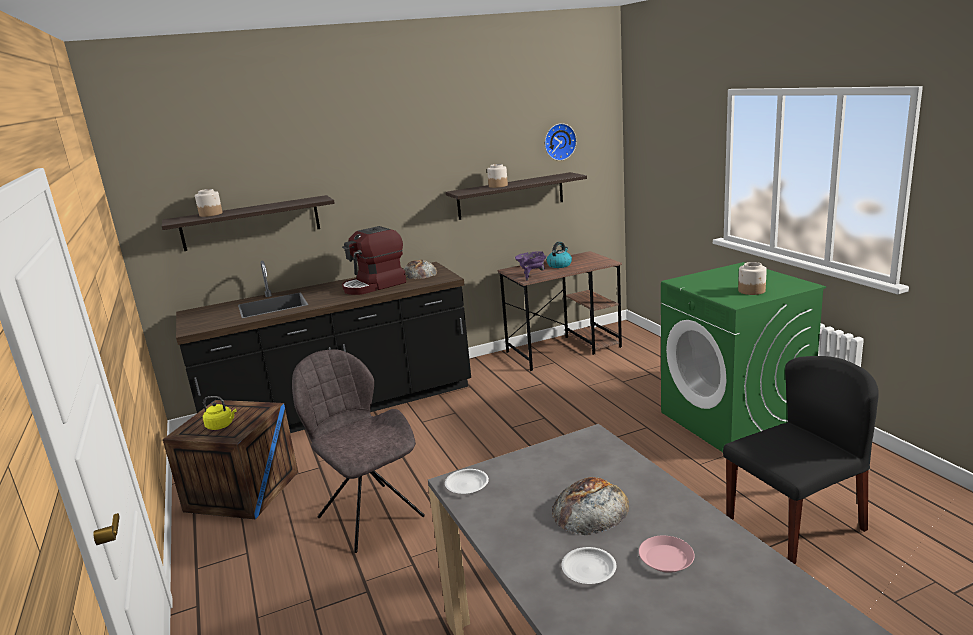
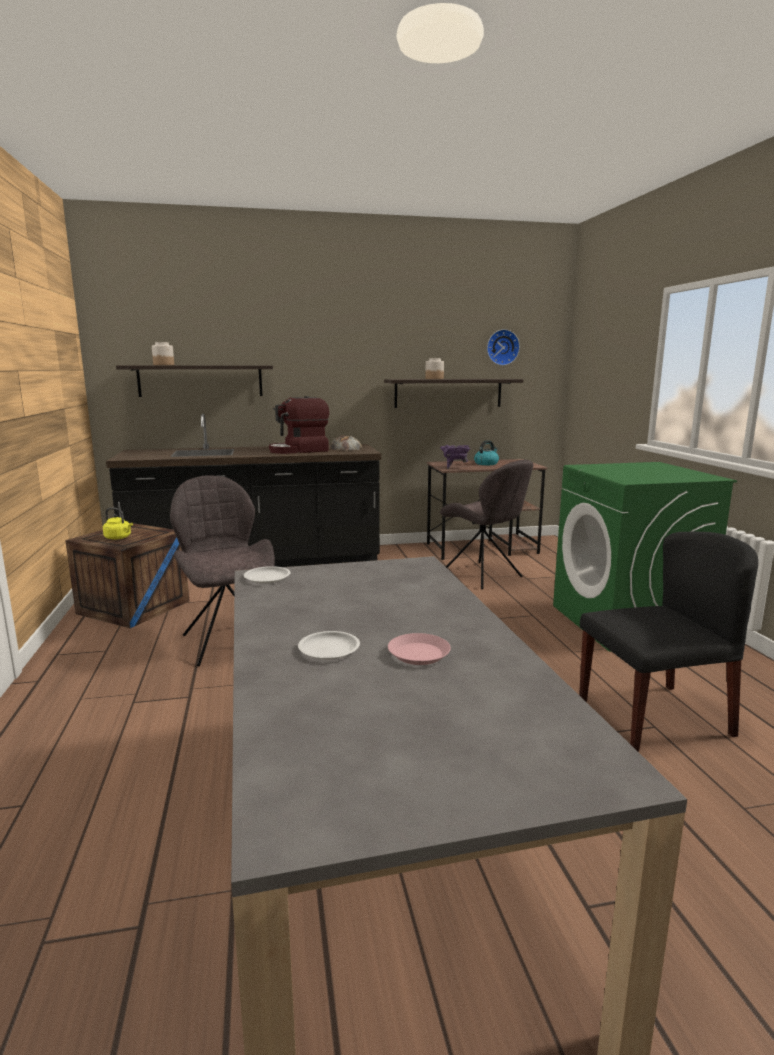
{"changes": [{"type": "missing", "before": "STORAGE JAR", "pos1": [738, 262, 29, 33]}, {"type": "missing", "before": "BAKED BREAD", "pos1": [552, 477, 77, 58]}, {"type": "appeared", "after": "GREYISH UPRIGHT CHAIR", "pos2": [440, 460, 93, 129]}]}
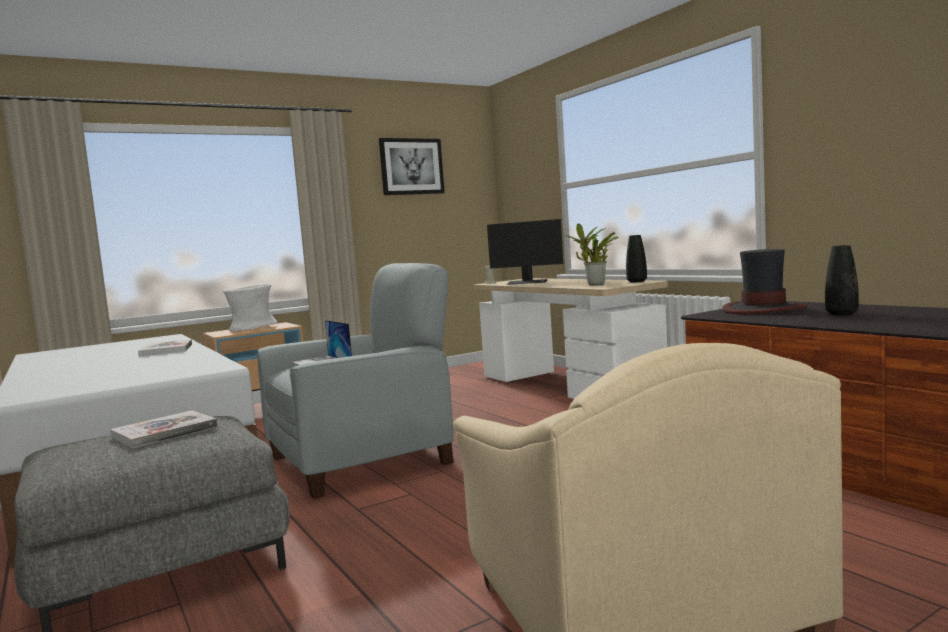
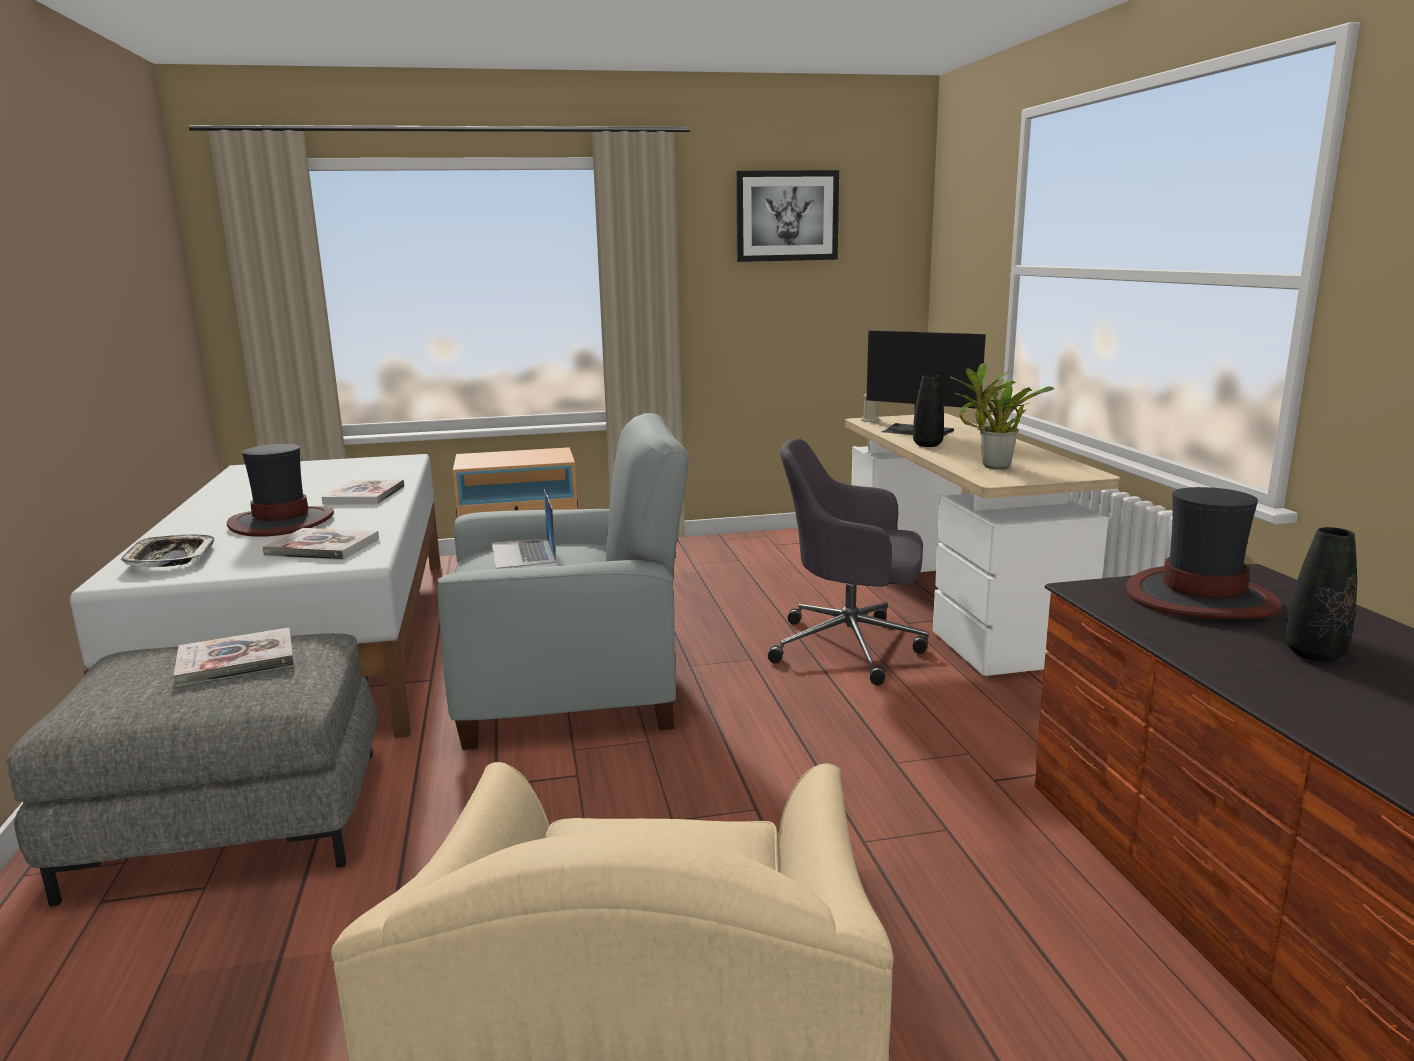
{"changes": [{"type": "relocated", "before": "BLACK DECORATIVE VASE", "pos1": [626, 235, 21, 48], "pos2": [913, 375, 31, 72]}, {"type": "missing", "before": "WHITE-COLOURED DECORATIVE VASE", "pos1": [223, 284, 55, 48]}, {"type": "appeared", "after": "GREYISH DESK CHAIR", "pos2": [768, 439, 161, 246]}, {"type": "appeared", "after": "CLOTHING HAT", "pos2": [227, 444, 107, 93]}, {"type": "appeared", "after": "BOOK", "pos2": [263, 528, 116, 32]}, {"type": "appeared", "after": "TRAY", "pos2": [121, 534, 94, 33]}]}
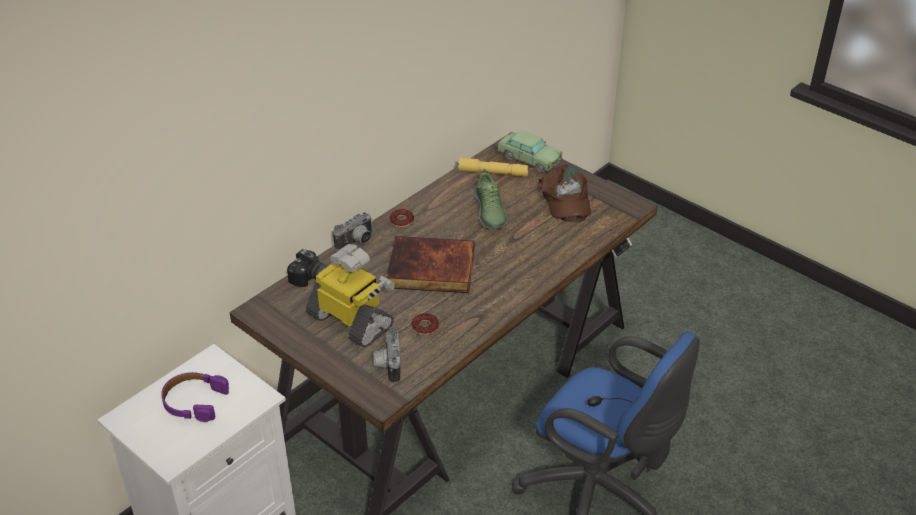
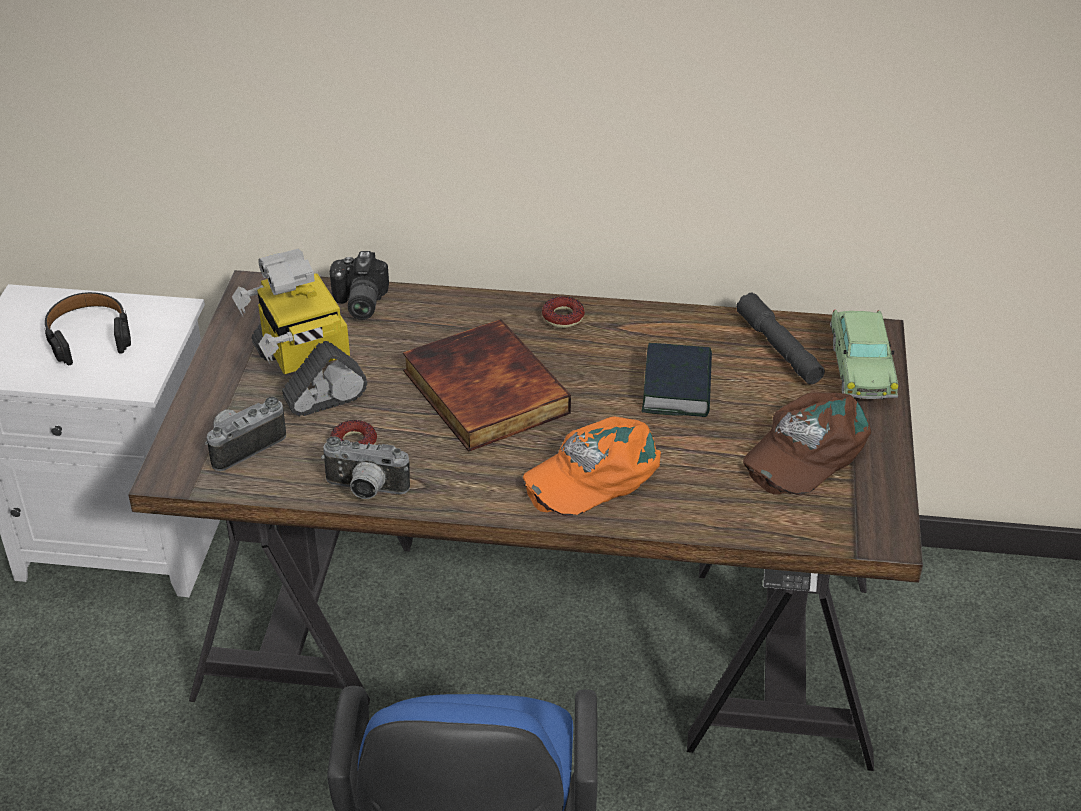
{"changes": [{"type": "colour", "before": "YELLOWISH HAND TORCH", "after": "GREYISH HAND TORCH", "pos1": [458, 157, 70, 20], "pos2": [736, 293, 89, 91]}, {"type": "exchanged", "before": "ITEM OF FOOTWEAR", "after": "BOOK", "pos1": [474, 169, 34, 60], "pos2": [641, 343, 71, 74]}, {"type": "relocated", "before": "PHOTO CAMERA", "pos1": [333, 212, 39, 39], "pos2": [321, 436, 89, 63]}, {"type": "spun", "before": "MODEL ROBOT", "pos1": [306, 244, 89, 103], "pos2": [232, 249, 135, 167], "turn": 150}, {"type": "colour", "before": "PURPLISH HEADSET", "after": "BLACK HEADSET", "pos1": [161, 372, 68, 50], "pos2": [45, 292, 86, 74]}, {"type": "appeared", "after": "ORANGEY PEAKED CAP", "pos2": [523, 416, 138, 100]}]}
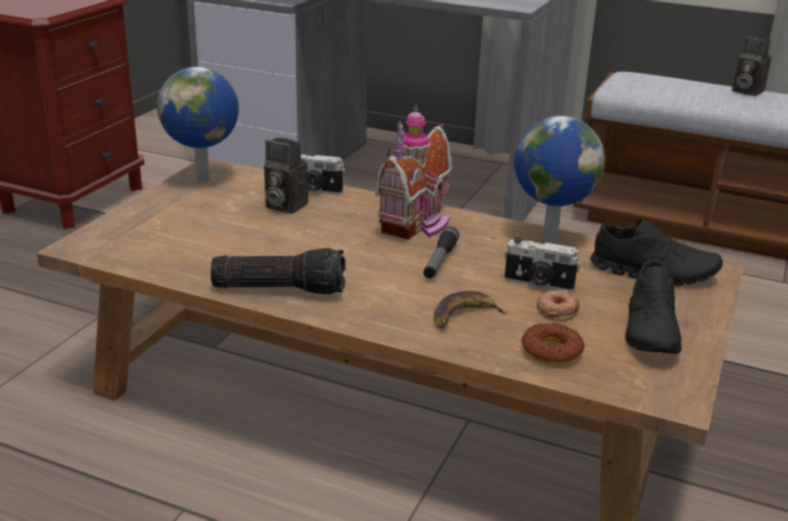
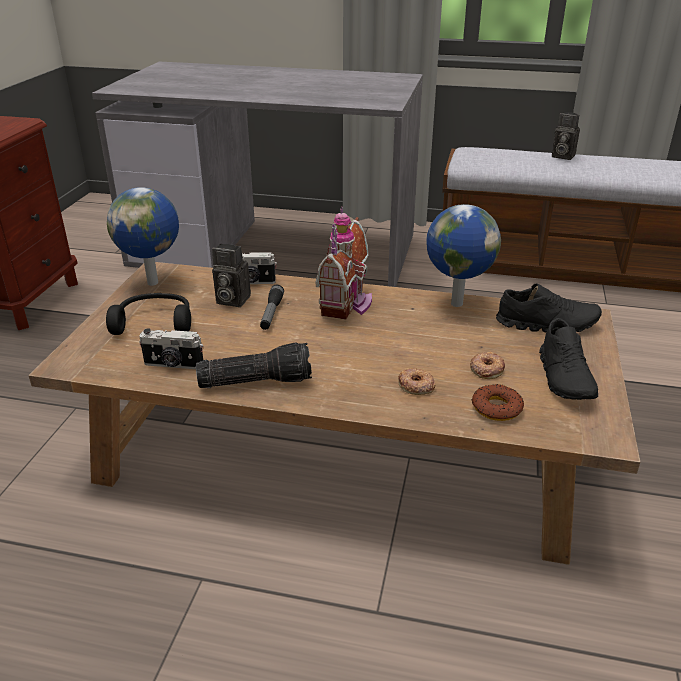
{"changes": [{"type": "relocated", "before": "HAND TORCH", "pos1": [423, 227, 36, 52], "pos2": [260, 285, 24, 45]}, {"type": "relocated", "before": "PHOTO CAMERA", "pos1": [504, 237, 77, 55], "pos2": [139, 328, 64, 41]}, {"type": "exchanged", "before": "BANANA FRUIT", "after": "DOUGHNUT", "pos1": [433, 291, 75, 37], "pos2": [398, 368, 38, 27]}, {"type": "appeared", "after": "BLACK HEADSET", "pos2": [106, 293, 85, 42]}]}
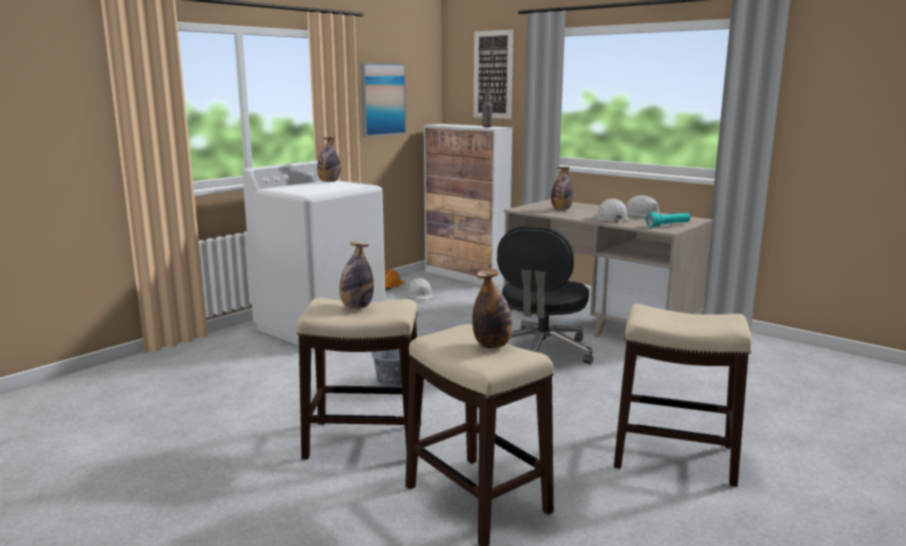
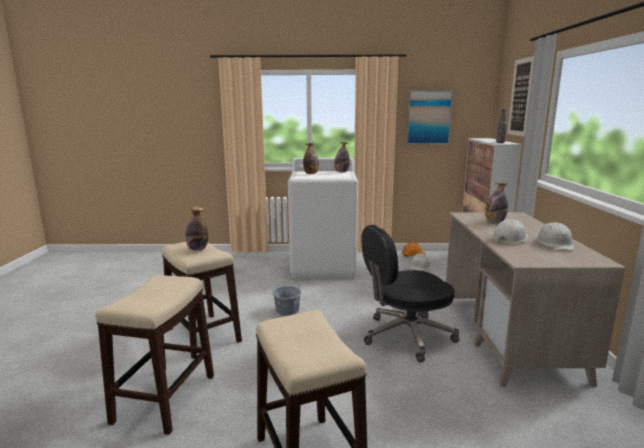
{"changes": [{"type": "missing", "before": "TURQUOISE-COLOURED HAND TORCH", "pos1": [646, 213, 44, 14]}, {"type": "relocated", "before": "DRINK BOTTLE", "pos1": [472, 269, 40, 79], "pos2": [303, 143, 16, 31]}]}
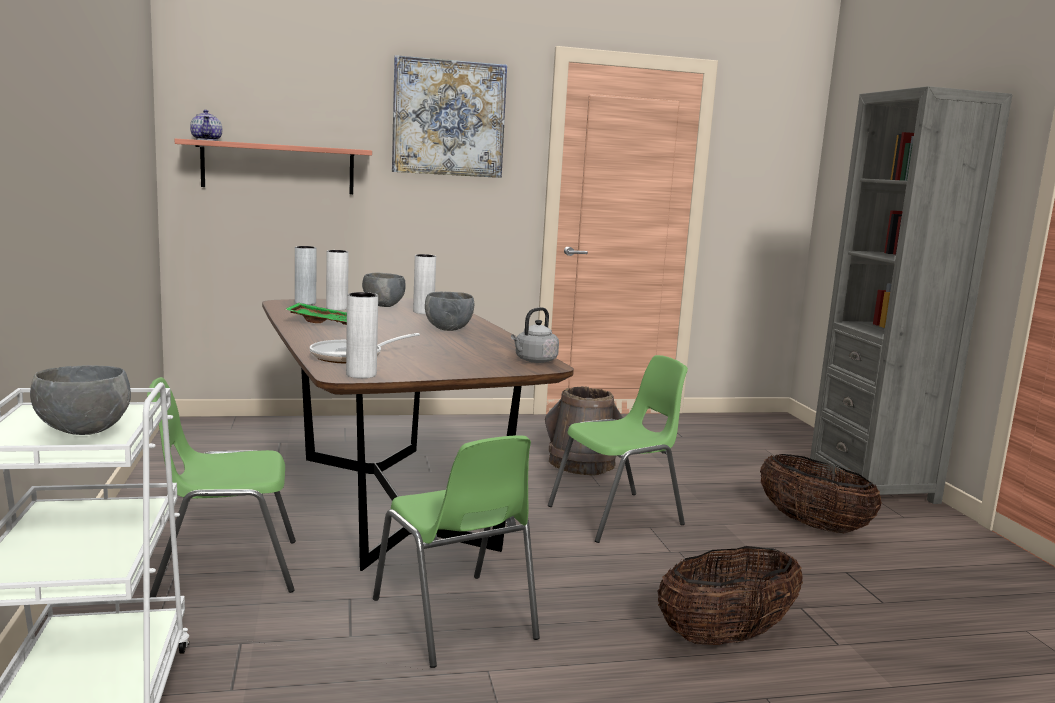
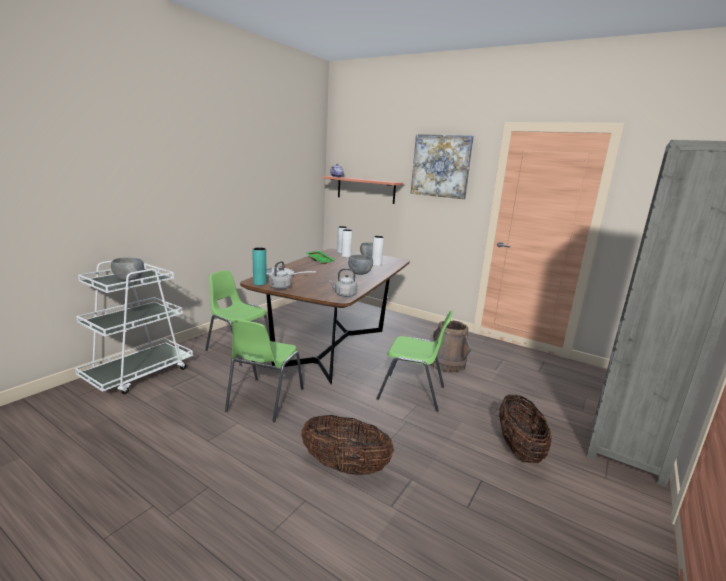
{"changes": [{"type": "colour", "before": "WHITE-COLOURED DECORATIVE VASE", "after": "TURQUOISE-COLOURED DECORATIVE VASE", "pos1": [346, 292, 32, 86], "pos2": [252, 247, 15, 38]}, {"type": "appeared", "after": "GREYISH KETTLE", "pos2": [269, 261, 22, 28]}]}
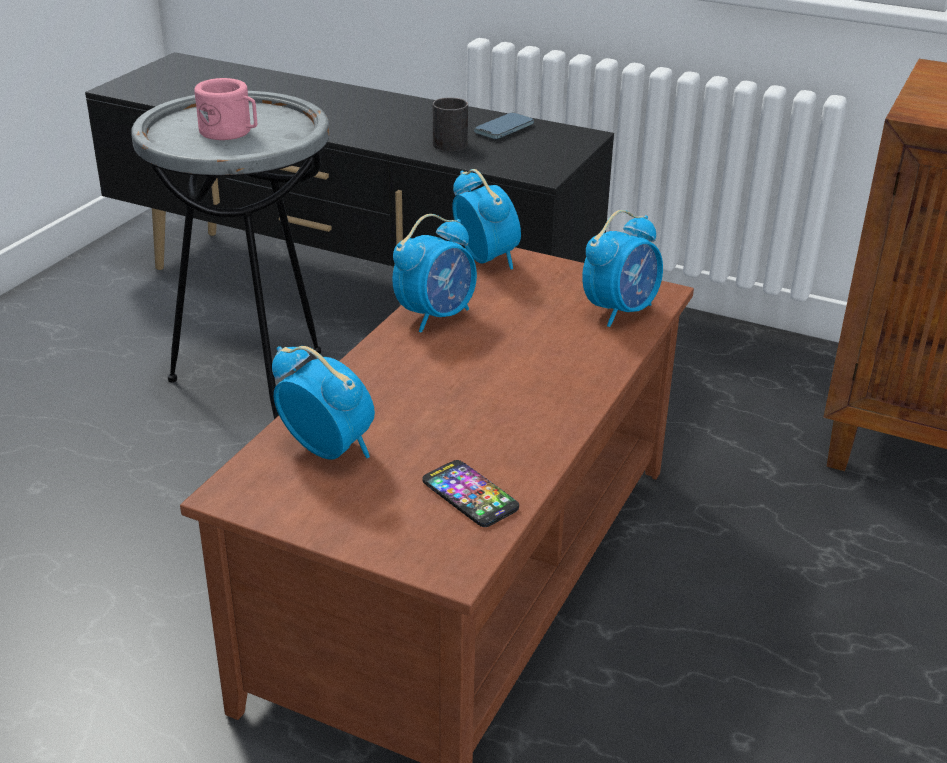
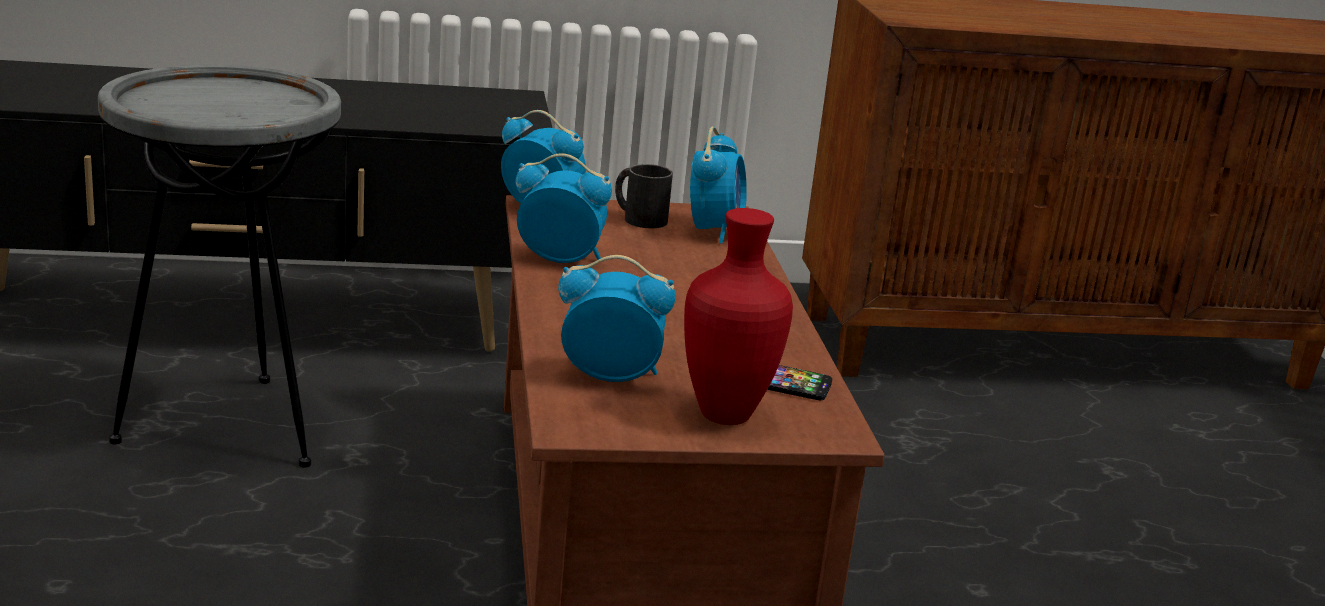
{"changes": [{"type": "missing", "before": "PINK TEA MUG", "pos1": [194, 78, 63, 62]}, {"type": "relocated", "before": "BLACK TEA MUG", "pos1": [433, 98, 35, 53], "pos2": [615, 164, 58, 64]}, {"type": "missing", "before": "TELEPHONE", "pos1": [474, 113, 60, 26]}, {"type": "spun", "before": "ALARM CLOCK", "pos1": [392, 214, 85, 119], "pos2": [516, 153, 96, 110], "turn": -90}, {"type": "appeared", "after": "RED DECORATIVE VASE", "pos2": [684, 208, 109, 217]}]}
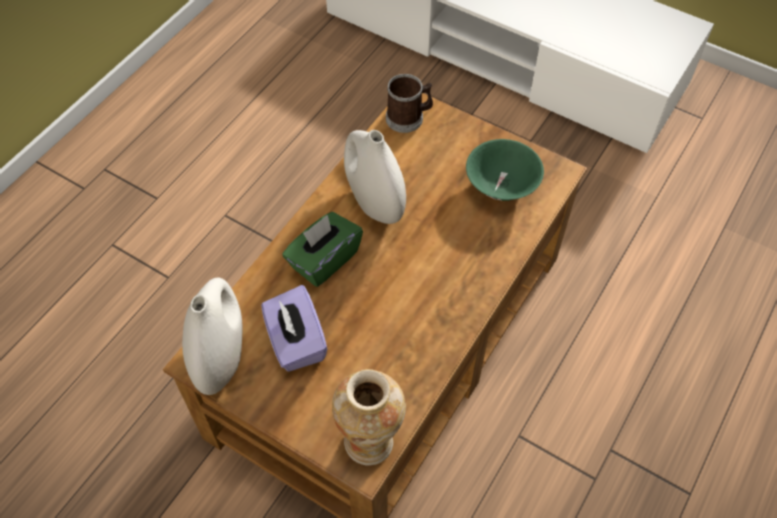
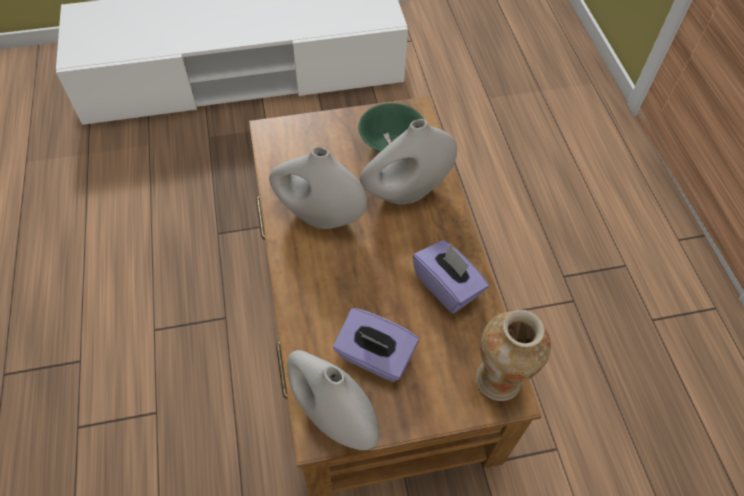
{"changes": [{"type": "missing", "before": "TEA MUG", "pos1": [386, 74, 47, 59]}, {"type": "missing", "before": "GREEN-COLOURED BOX OF TISSUES", "pos1": [282, 212, 81, 75]}, {"type": "appeared", "after": "WHITE-COLOURED DECORATIVE VASE", "pos2": [360, 119, 97, 86]}, {"type": "appeared", "after": "PURPLISH BOX OF TISSUES", "pos2": [412, 240, 77, 74]}]}
